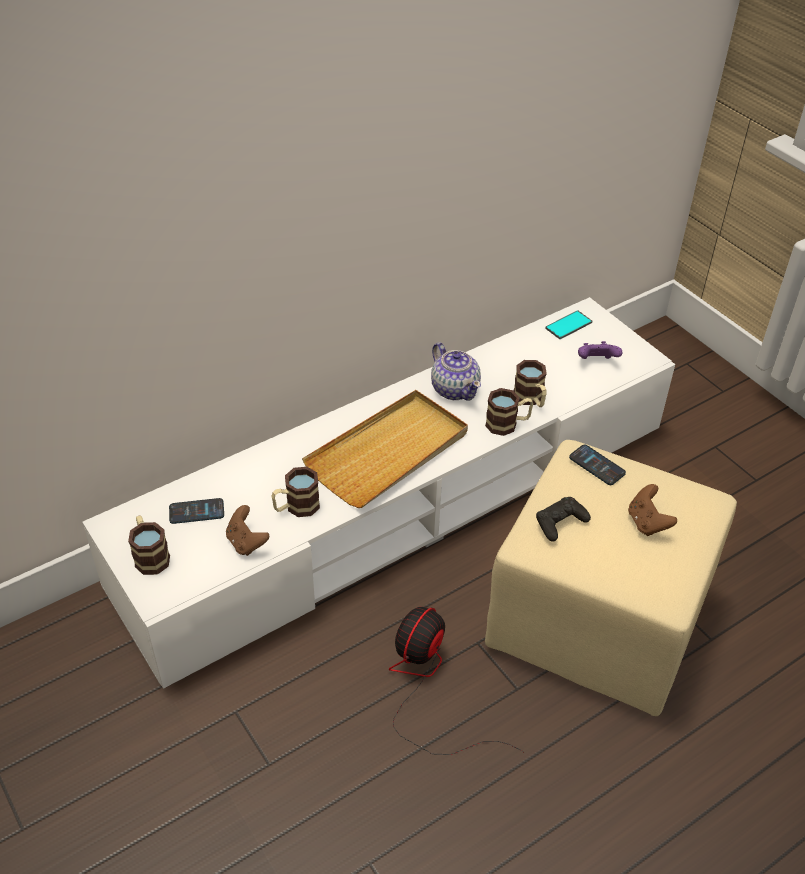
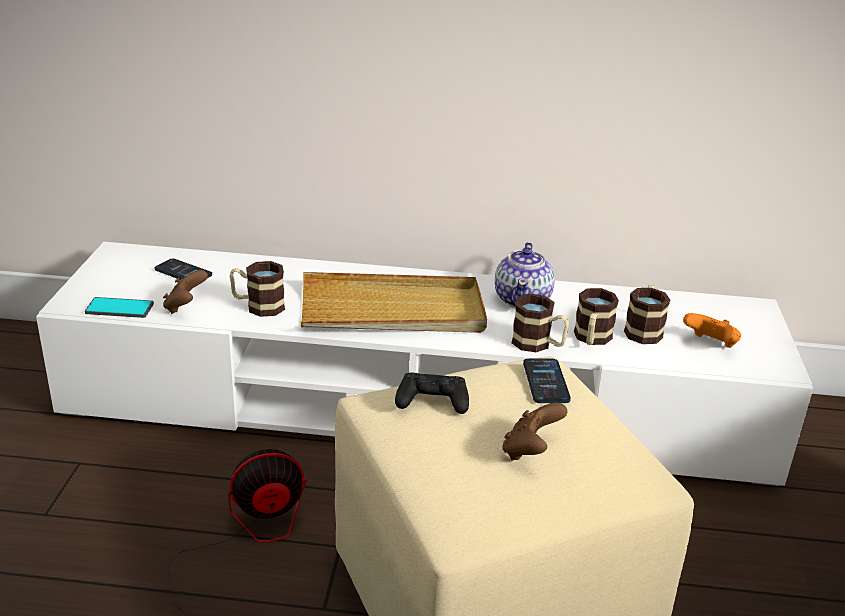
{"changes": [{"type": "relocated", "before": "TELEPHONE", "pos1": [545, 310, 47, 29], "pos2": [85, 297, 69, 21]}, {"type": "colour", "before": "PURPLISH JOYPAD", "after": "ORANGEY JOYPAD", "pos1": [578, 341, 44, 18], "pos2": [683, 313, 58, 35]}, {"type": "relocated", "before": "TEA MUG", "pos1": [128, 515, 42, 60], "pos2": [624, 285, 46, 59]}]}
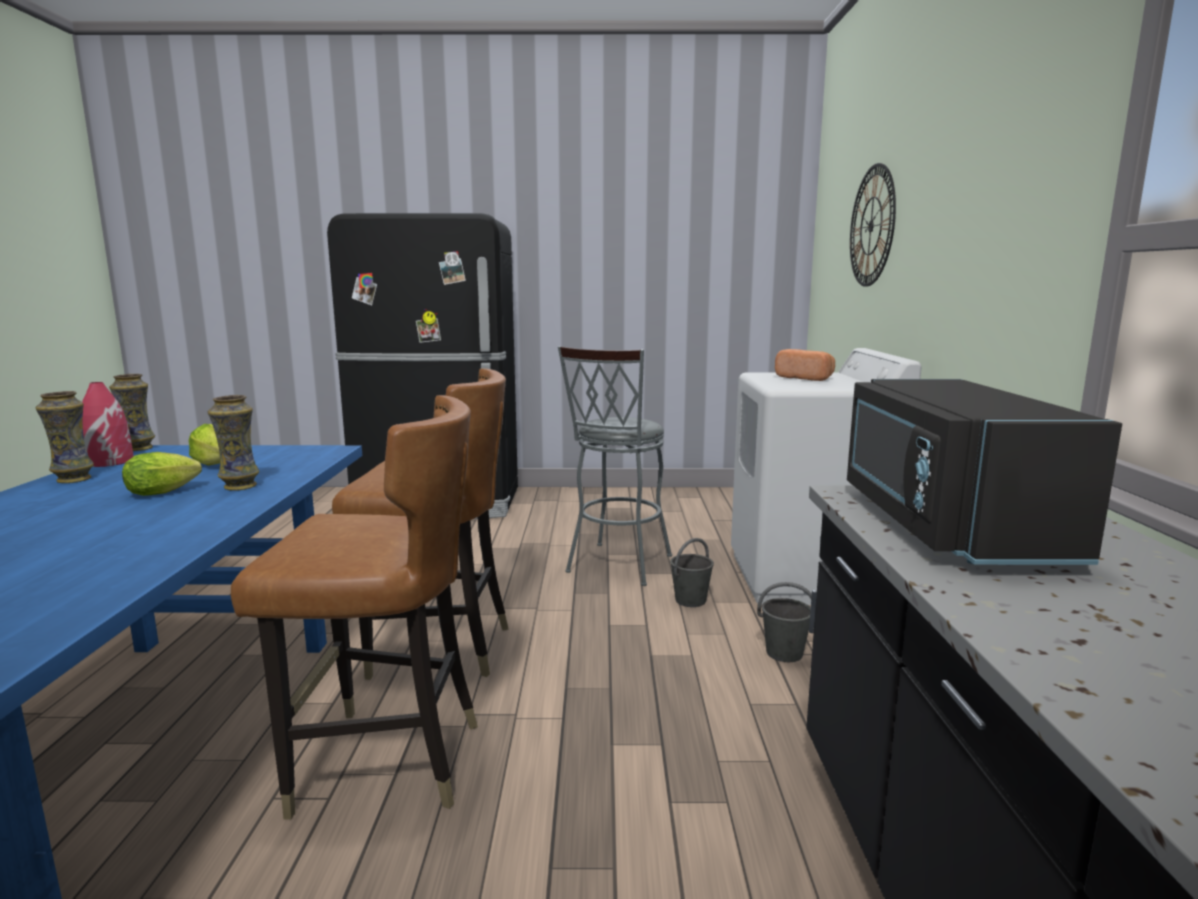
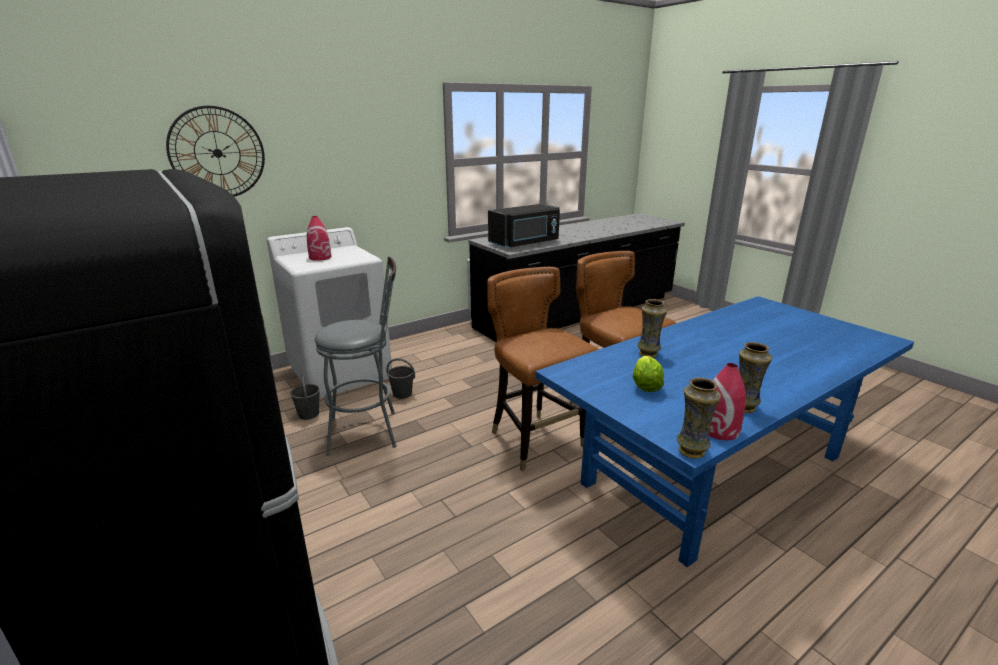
{"changes": [{"type": "exchanged", "before": "BAKED BREAD", "after": "RED DECORATIVE VASE", "pos1": [775, 349, 60, 32], "pos2": [307, 216, 25, 45]}, {"type": "missing", "before": "LETTUCE HEAD", "pos1": [122, 452, 80, 44]}, {"type": "relocated", "before": "GREYISH WATER BUCKET", "pos1": [757, 582, 59, 80], "pos2": [290, 375, 30, 45]}]}
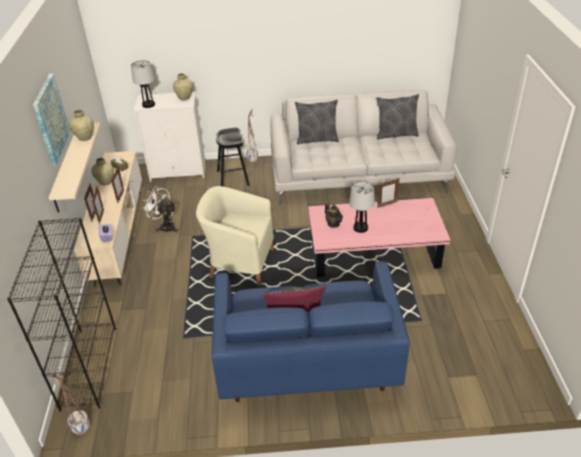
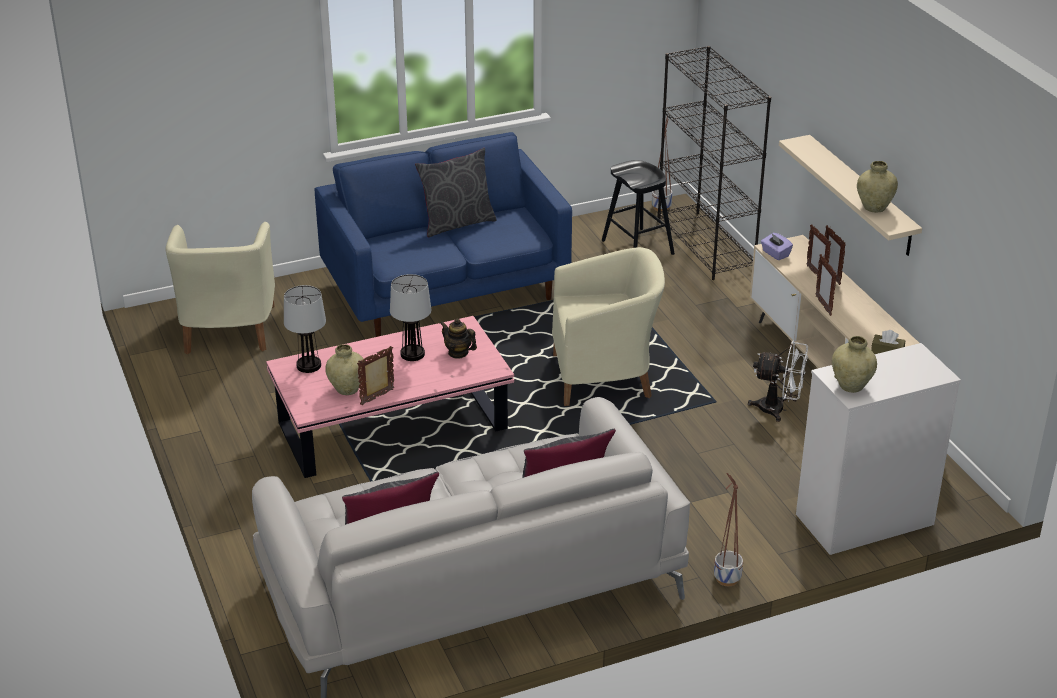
{"changes": [{"type": "relocated", "before": "TABLE LAMP", "pos1": [131, 60, 24, 48], "pos2": [284, 285, 42, 88]}, {"type": "missing", "before": "WALL PICTURE", "pos1": [33, 74, 37, 91]}, {"type": "relocated", "before": "BLACK SITTING STOOL", "pos1": [216, 128, 34, 58], "pos2": [602, 160, 73, 95]}, {"type": "relocated", "before": "BEIGE DECORATIVE VASE", "pos1": [91, 158, 23, 28], "pos2": [325, 344, 39, 51]}, {"type": "appeared", "after": "BEIGE ARMCHAIR", "pos2": [165, 222, 110, 132]}]}
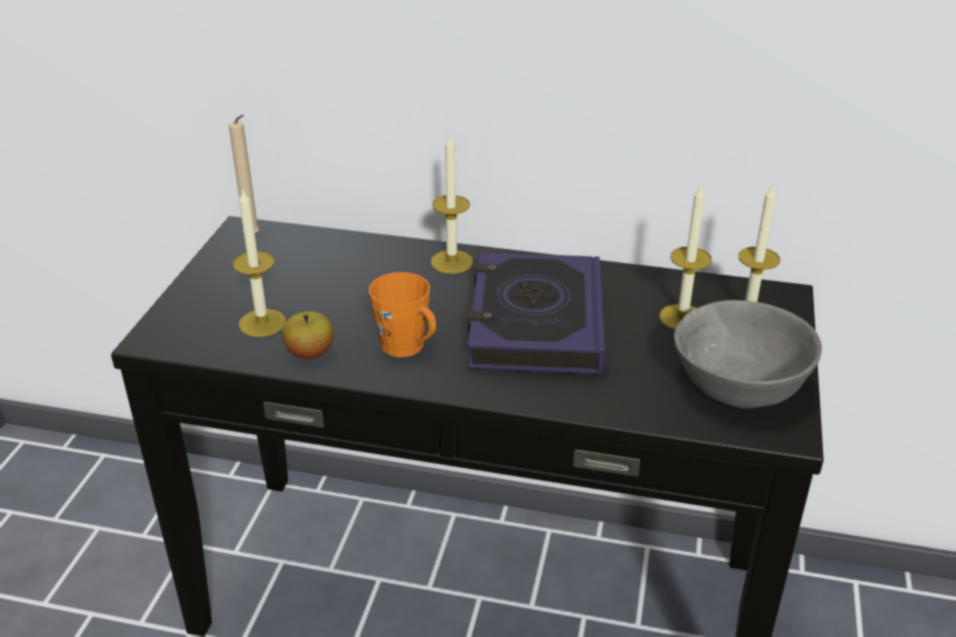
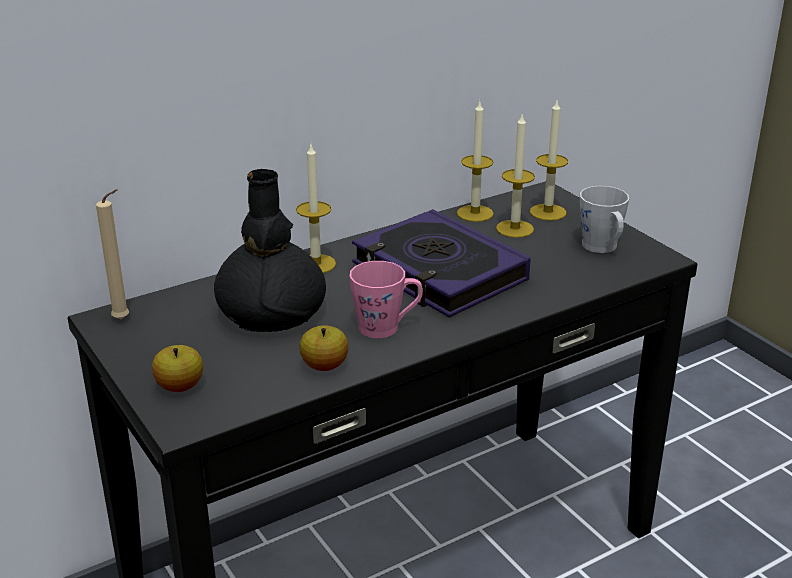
{"changes": [{"type": "relocated", "before": "WAX LIGHT", "pos1": [233, 188, 53, 149], "pos2": [457, 102, 37, 120]}, {"type": "colour", "before": "ORANGEY TEA MUG", "after": "PINK TEA MUG", "pos1": [369, 272, 67, 85], "pos2": [350, 261, 73, 77]}, {"type": "exchanged", "before": "GREYISH DEEP DISH", "after": "GREYISH TEA MUG", "pos1": [674, 300, 148, 108], "pos2": [580, 186, 49, 67]}, {"type": "appeared", "after": "BLACK DECORATIVE VASE", "pos2": [214, 169, 112, 163]}, {"type": "appeared", "after": "APPLE", "pos2": [152, 345, 51, 47]}]}
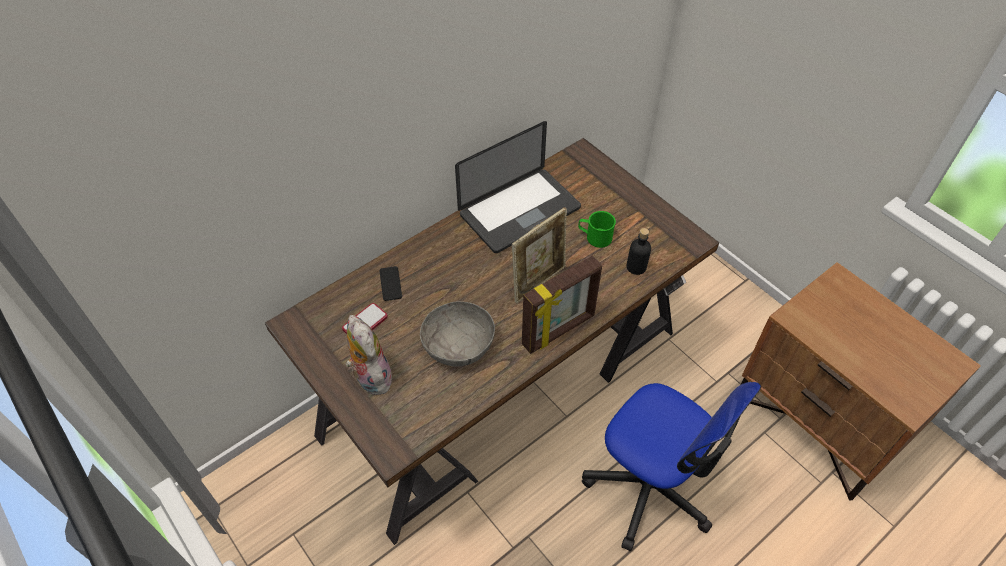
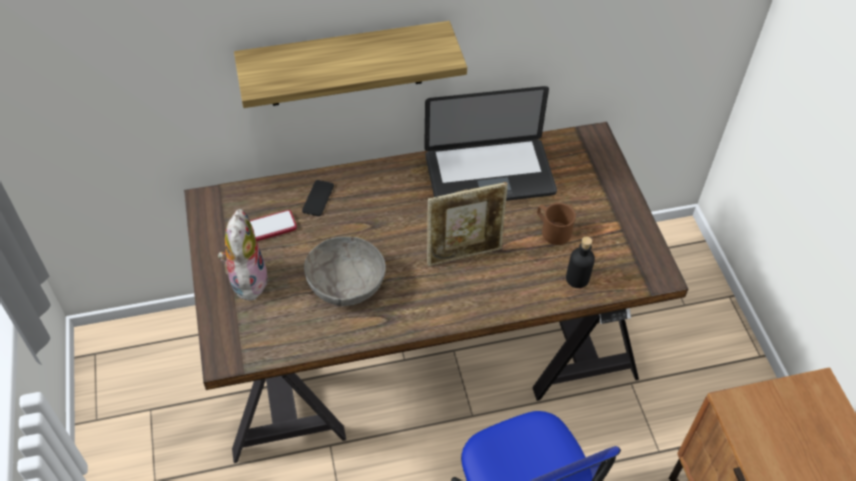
{"changes": [{"type": "colour", "before": "GREEN-COLOURED TEA MUG", "after": "BROWN TEA MUG", "pos1": [578, 211, 38, 37], "pos2": [537, 203, 39, 42]}, {"type": "missing", "before": "STANDING FRAME", "pos1": [522, 255, 80, 99]}, {"type": "appeared", "after": "SHELF", "pos2": [234, 21, 233, 87]}]}
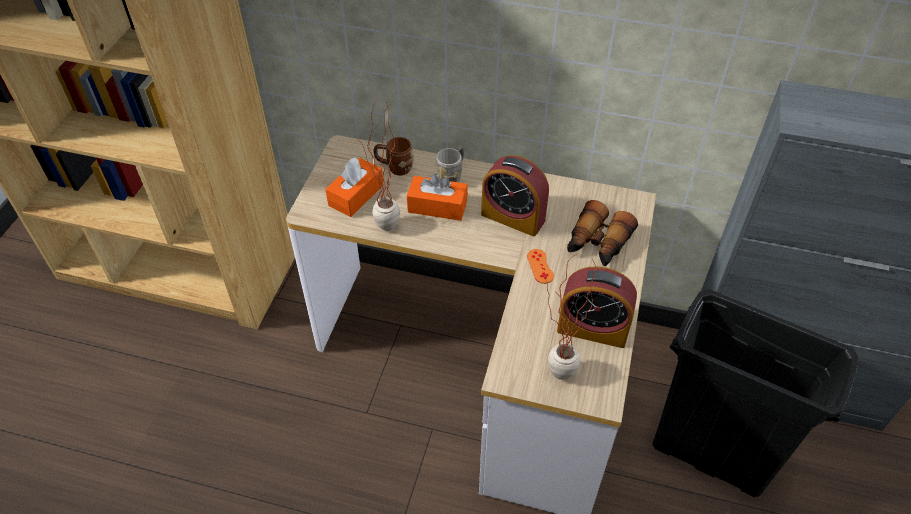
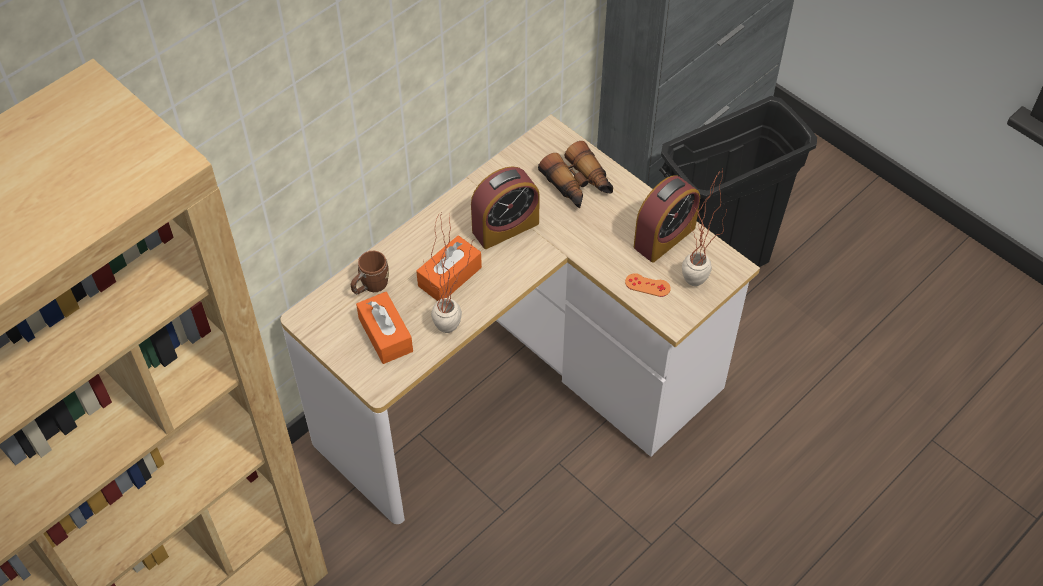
{"changes": [{"type": "missing", "before": "GREYISH TEA MUG", "pos1": [435, 146, 29, 36]}, {"type": "relocated", "before": "ORANGEY JOYPAD", "pos1": [527, 249, 27, 35], "pos2": [625, 273, 46, 24]}]}
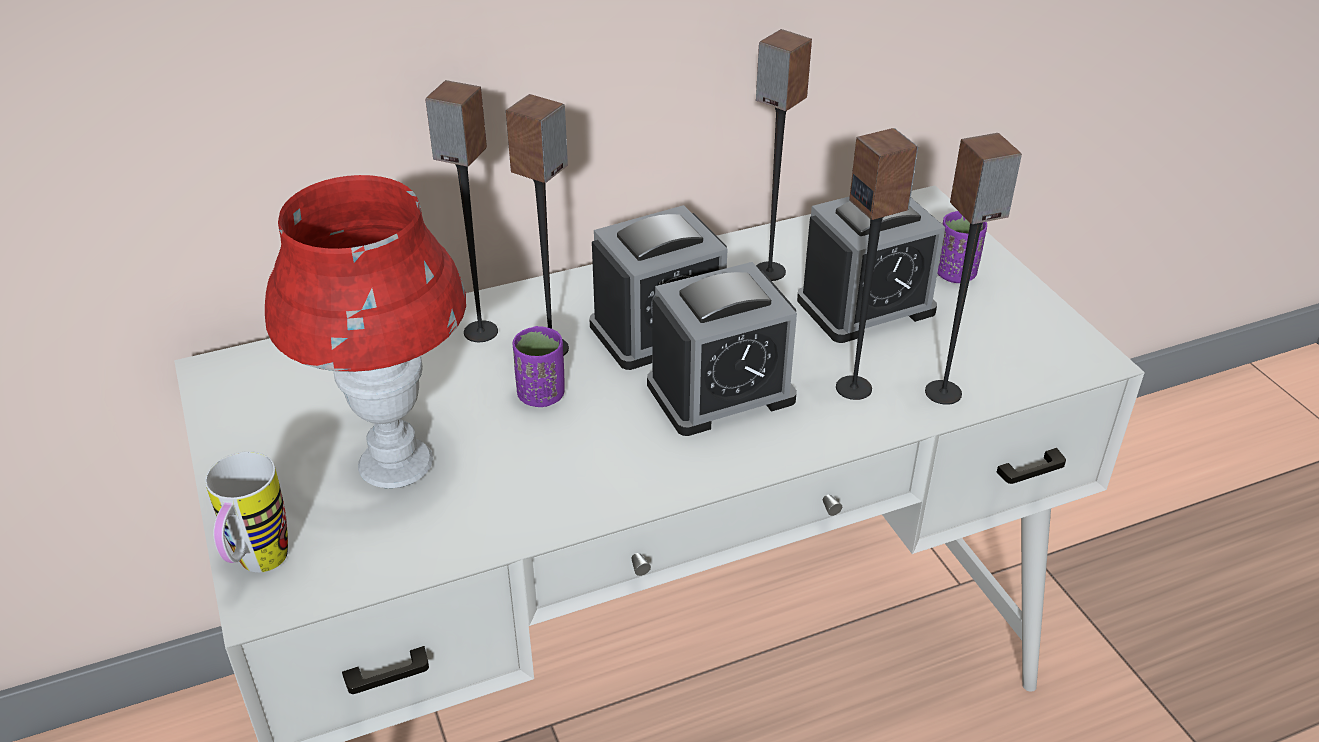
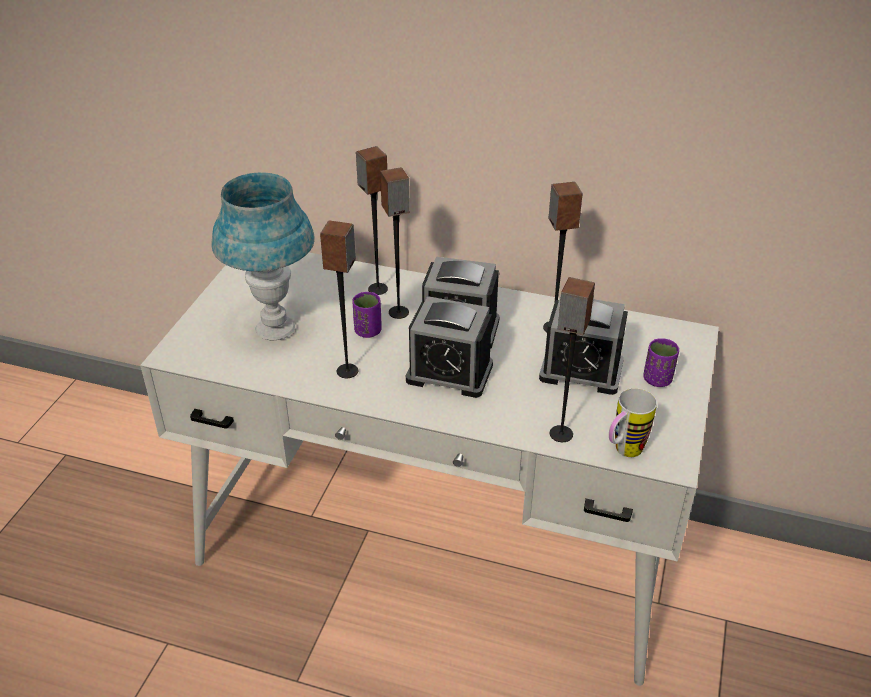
{"changes": [{"type": "relocated", "before": "SPEAKER", "pos1": [836, 128, 82, 272], "pos2": [320, 220, 38, 158]}, {"type": "colour", "before": "RED TABLE LAMP", "after": "BLUE TABLE LAMP", "pos1": [265, 175, 201, 313], "pos2": [211, 173, 104, 168]}, {"type": "relocated", "before": "TEA MUG", "pos1": [205, 451, 83, 122], "pos2": [609, 388, 48, 69]}]}
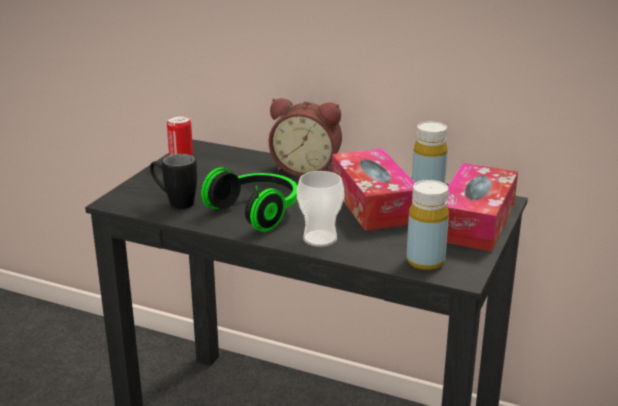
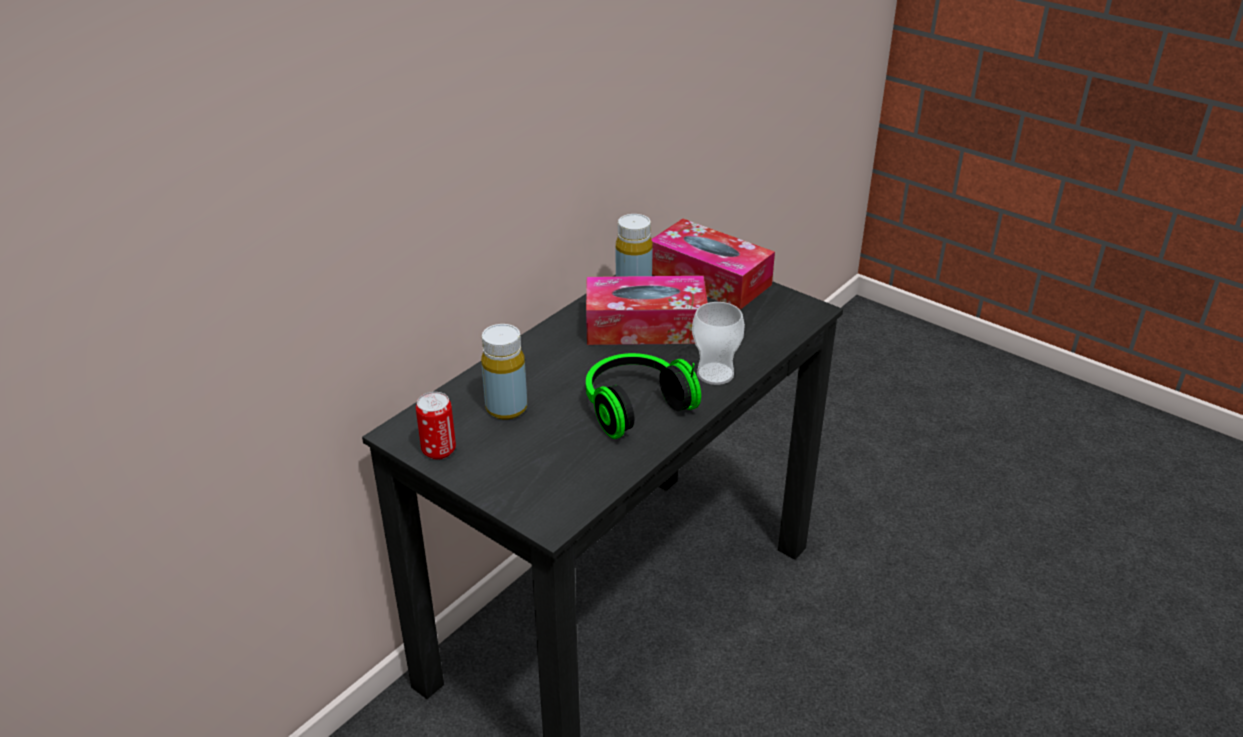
{"changes": [{"type": "missing", "before": "ALARM CLOCK", "pos1": [269, 98, 73, 79]}, {"type": "missing", "before": "BLACK TEA MUG", "pos1": [150, 154, 47, 55]}, {"type": "relocated", "before": "YELLOWISH DRINK BOTTLE", "pos1": [406, 180, 43, 90], "pos2": [481, 324, 46, 96]}]}
